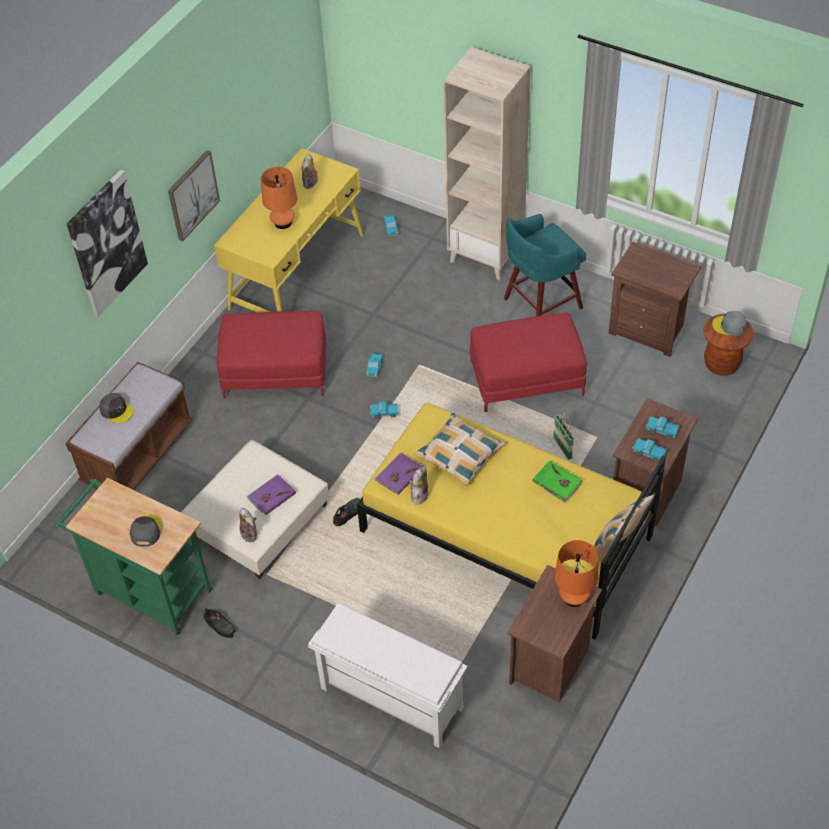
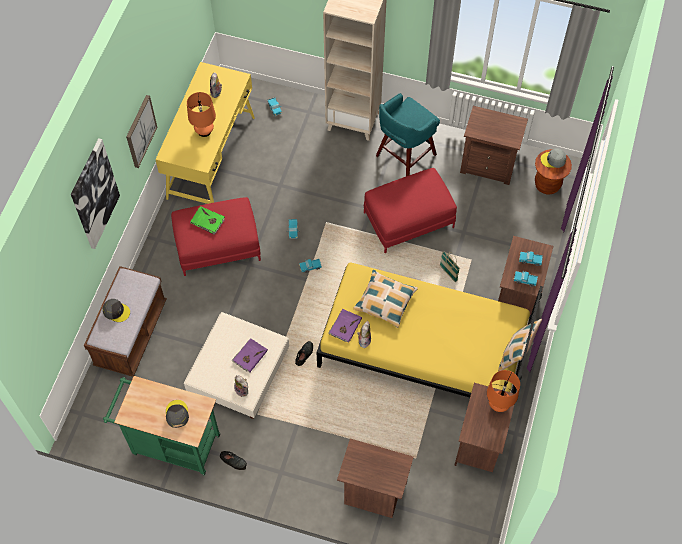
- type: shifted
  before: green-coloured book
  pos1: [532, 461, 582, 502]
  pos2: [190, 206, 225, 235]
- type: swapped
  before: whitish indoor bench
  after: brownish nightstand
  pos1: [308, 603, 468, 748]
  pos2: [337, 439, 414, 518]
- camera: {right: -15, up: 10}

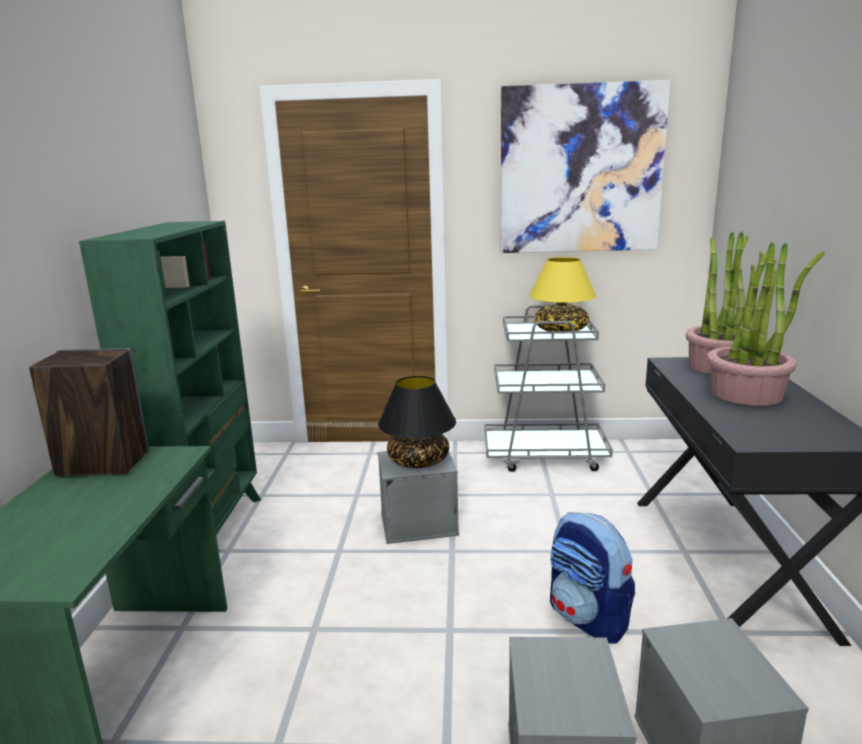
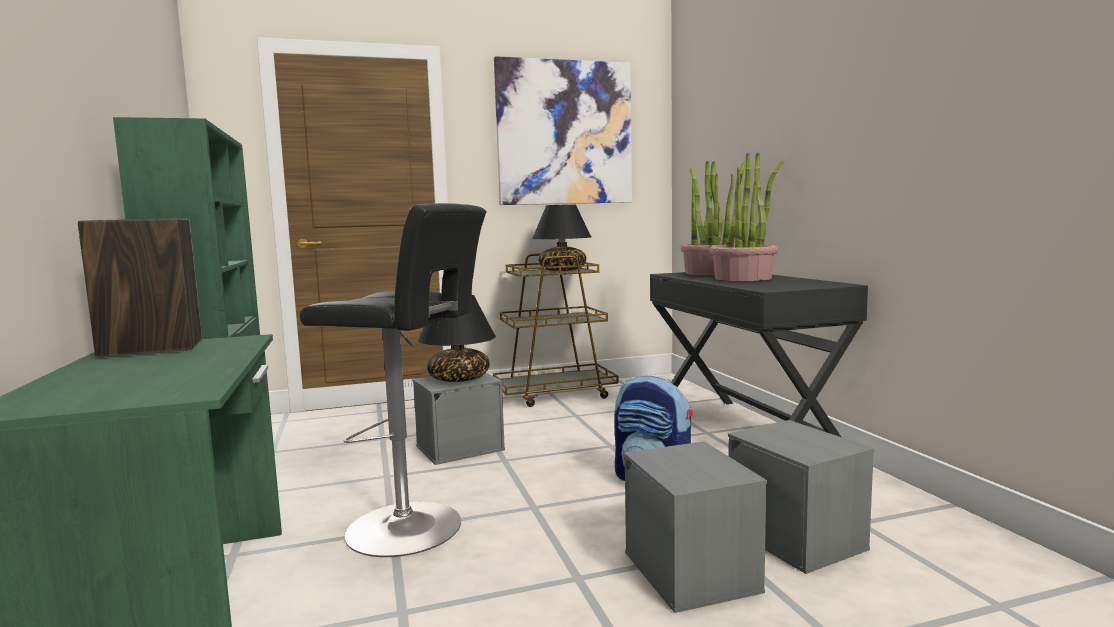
- type: new
  after: blackish stool seat
  pos2: [300, 203, 487, 557]
- type: repainted
  before: gray trolley
  after: brownish trolley
  pos1: [485, 305, 613, 472]
  pos2: [493, 253, 619, 407]
- type: repainted
  before: yellowish table lamp
  after: blackish table lamp
  pos1: [529, 257, 596, 331]
  pos2: [532, 204, 591, 271]
- camera: {right: -20, up: -10}

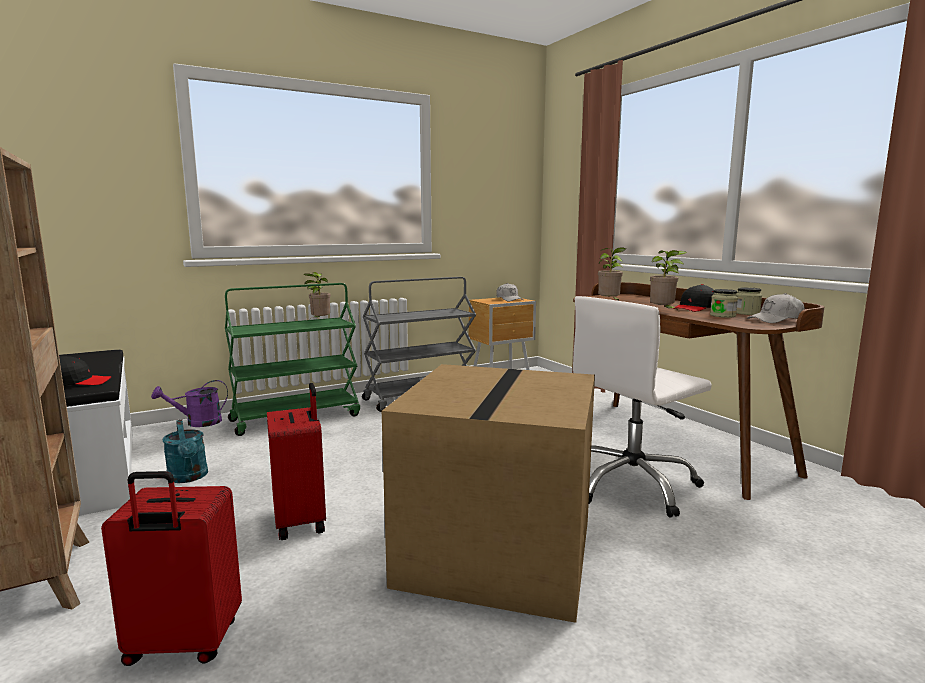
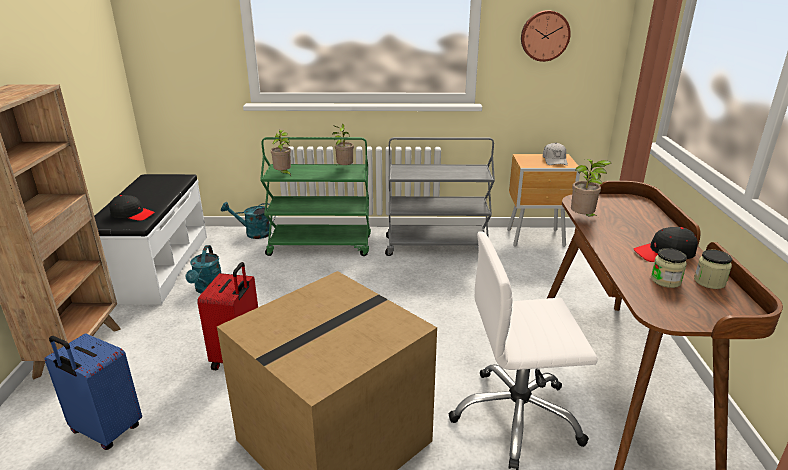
- type: gone
  before: whitish cap
  pos1: [747, 293, 805, 323]
- type: new
  after: clock on the wall
  pos2: [521, 10, 571, 62]
- type: shifted
  before: houseplant
  pos1: [650, 250, 687, 309]
  pos2: [271, 130, 291, 176]
- type: repainted
  before: red-coloured piece of luggage
  after: blue-coloured piece of luggage
  pos1: [101, 471, 242, 666]
  pos2: [44, 333, 142, 450]
- type: repainted
  before: purplish watering can
  after: turquoise watering can
  pos1: [151, 380, 228, 427]
  pos2: [221, 202, 276, 239]
- camera: {right: 30, up: 15}

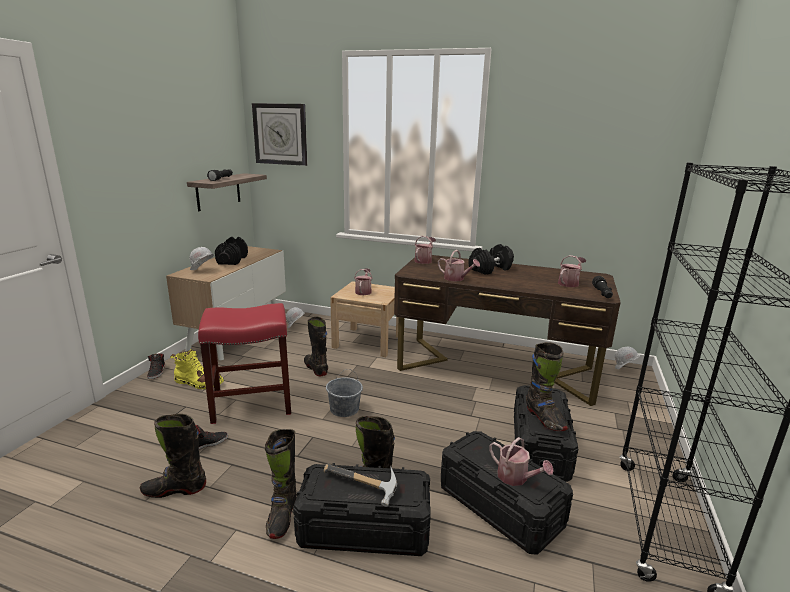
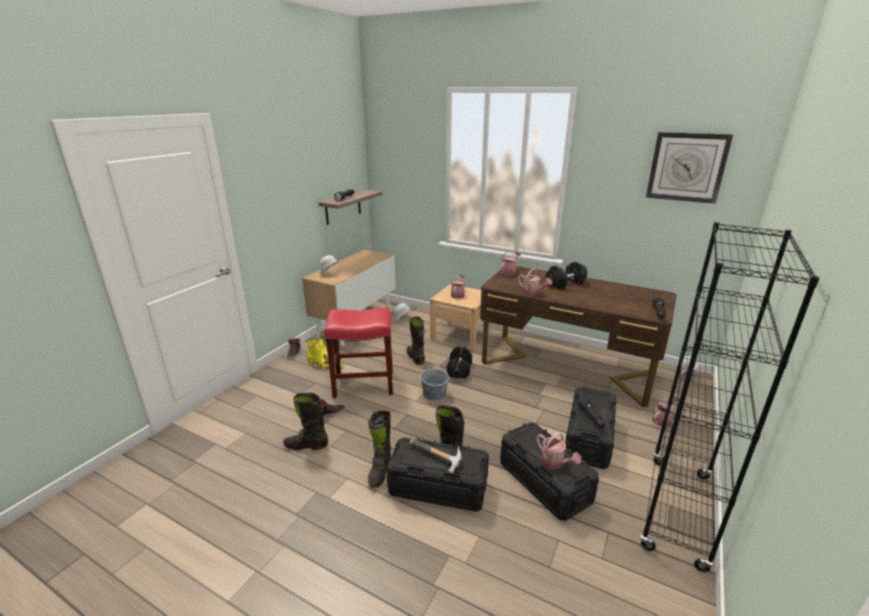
- type: shifted
  before: blackish hand weight
  pos1: [215, 237, 248, 265]
  pos2: [447, 346, 472, 379]
- type: shifted
  before: clock on the wall
  pos1: [252, 103, 307, 166]
  pos2: [646, 132, 733, 204]
- type: shifted
  before: watering can
  pos1: [558, 255, 587, 287]
  pos2: [652, 396, 680, 427]
- type: swapped
  before: blackish tall boot
  after: blackish flashlight
  pos1: [526, 342, 569, 431]
  pos2: [577, 396, 605, 428]
- camera: {right: 10, up: 5}

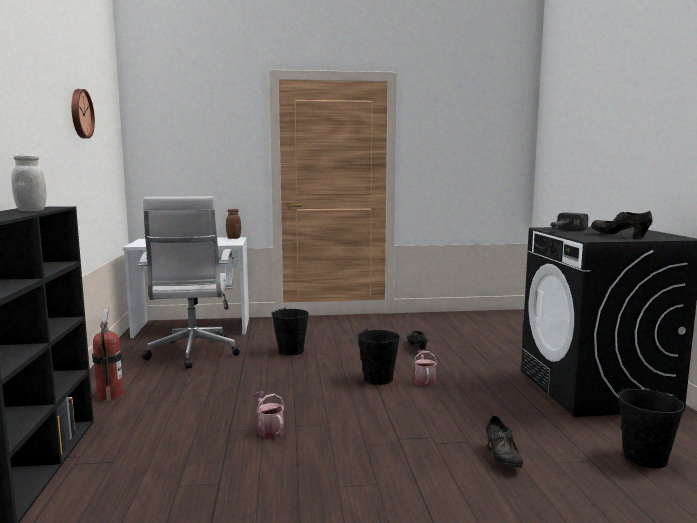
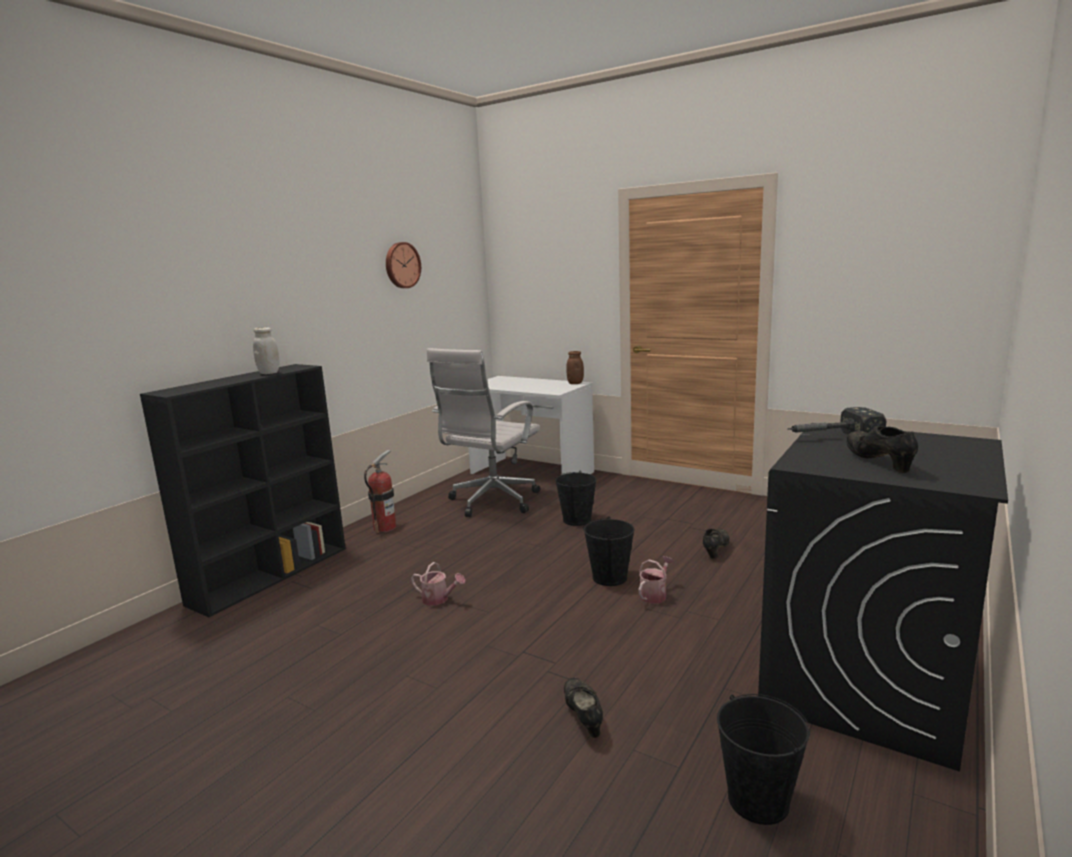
- type: rotated
  before: watering can
  pos1: [253, 392, 285, 438]
  pos2: [411, 562, 465, 606]
  turn: 105
- type: rotated
  before: blackish low shoe
  pos1: [486, 416, 523, 468]
  pos2: [564, 678, 603, 738]
  turn: 135
- camera: {right: 40, up: 5}

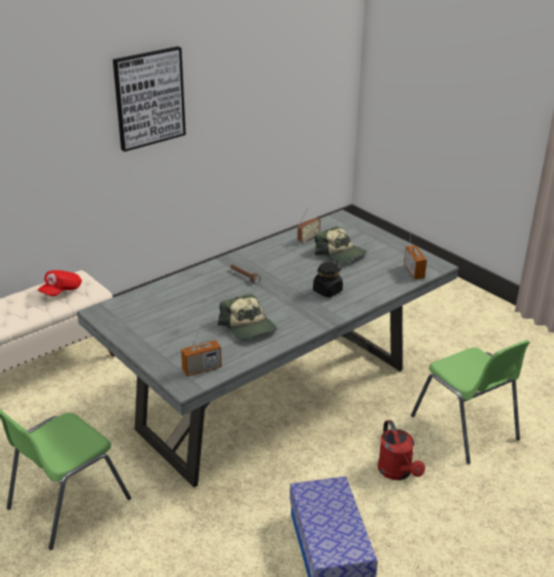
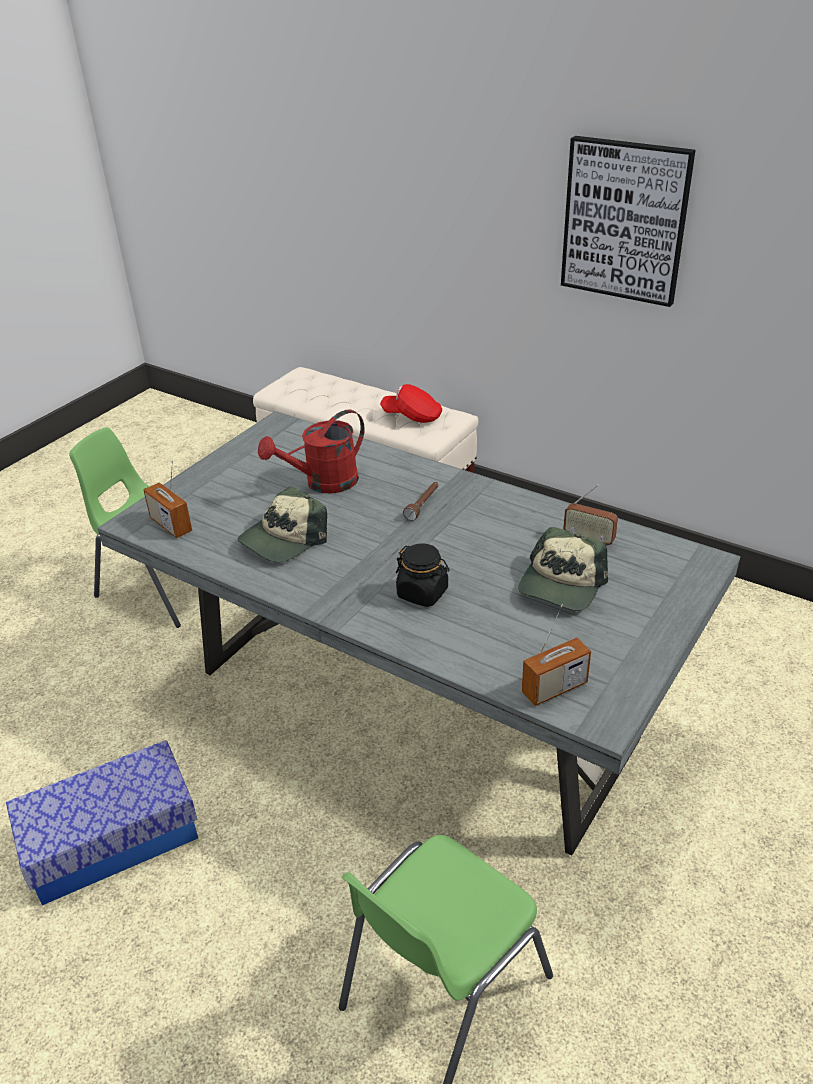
- type: shifted
  before: red-coloured watering can
  pos1: [378, 420, 425, 480]
  pos2: [258, 409, 364, 494]
- camera: {right: 75, up: 5}

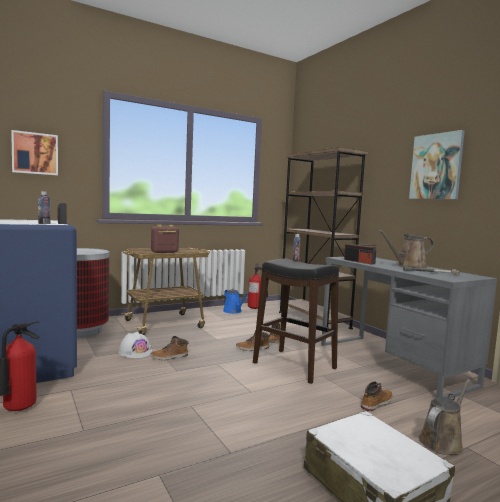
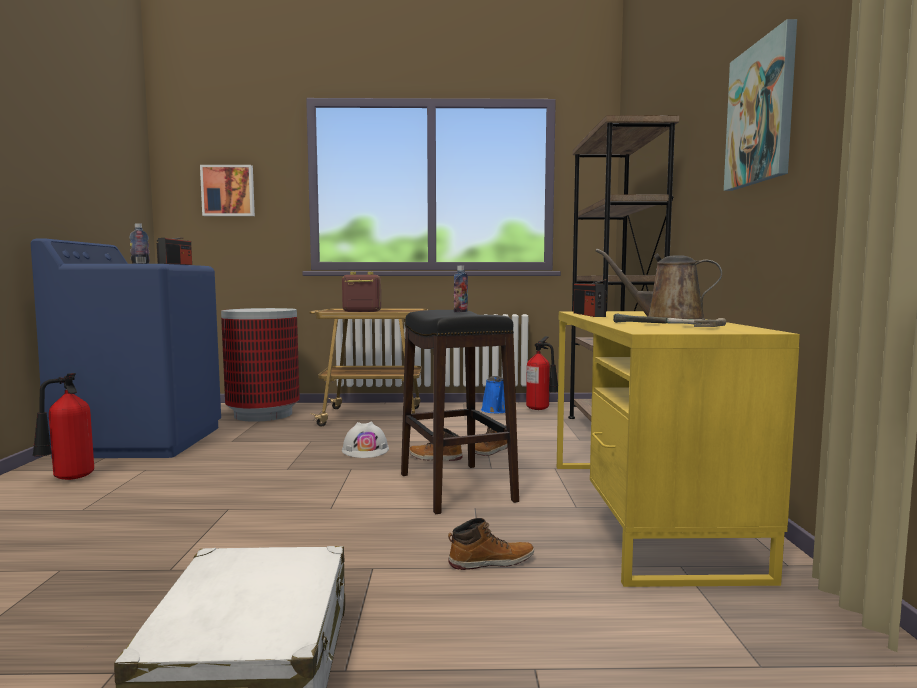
- type: gone
  before: tall boot
  pos1: [150, 336, 188, 360]
- type: gone
  before: brownish watering can
  pos1: [419, 379, 470, 455]
- type: shifted
  before: whitish work helmet
  pos1: [118, 331, 153, 358]
  pos2: [342, 421, 389, 458]
- type: repainted
  before: gray desk table
  after: yellowish desk table
  pos1: [321, 257, 497, 399]
  pos2: [557, 311, 800, 587]
- camera: {right: 30, up: 0}

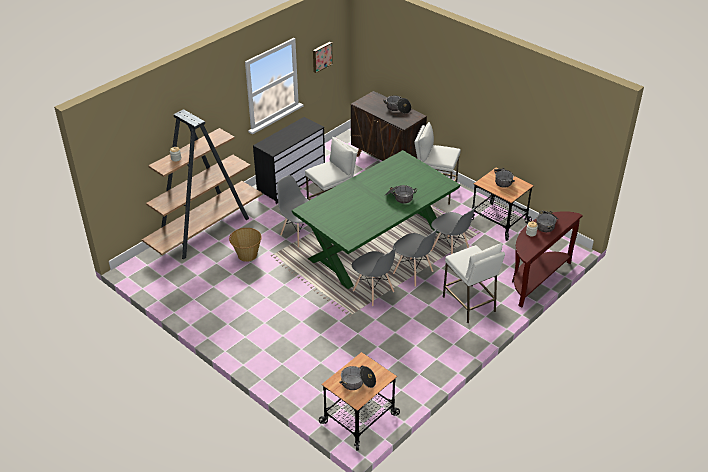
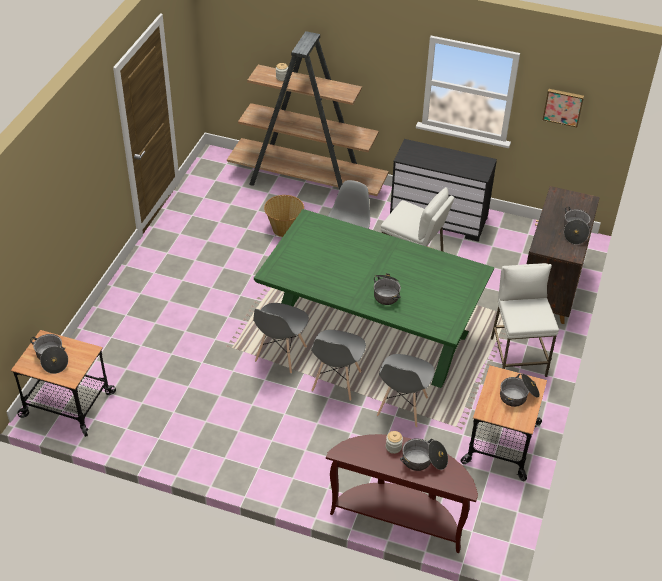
- type: gone
  before: whitish stool seat
  pos1: [443, 244, 505, 323]
- camera: {right: 65, up: 5}

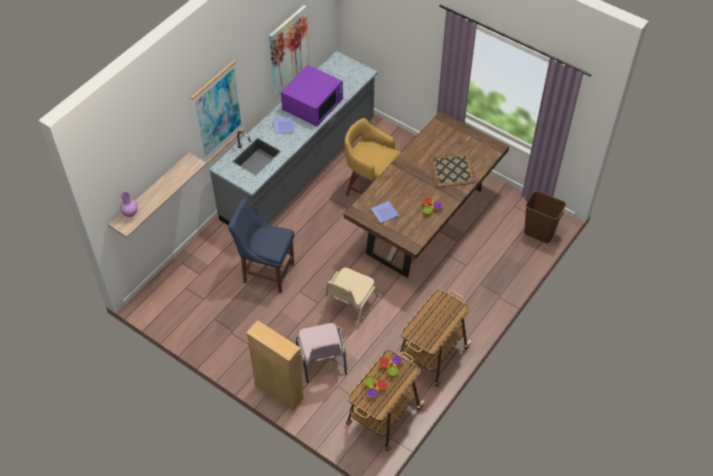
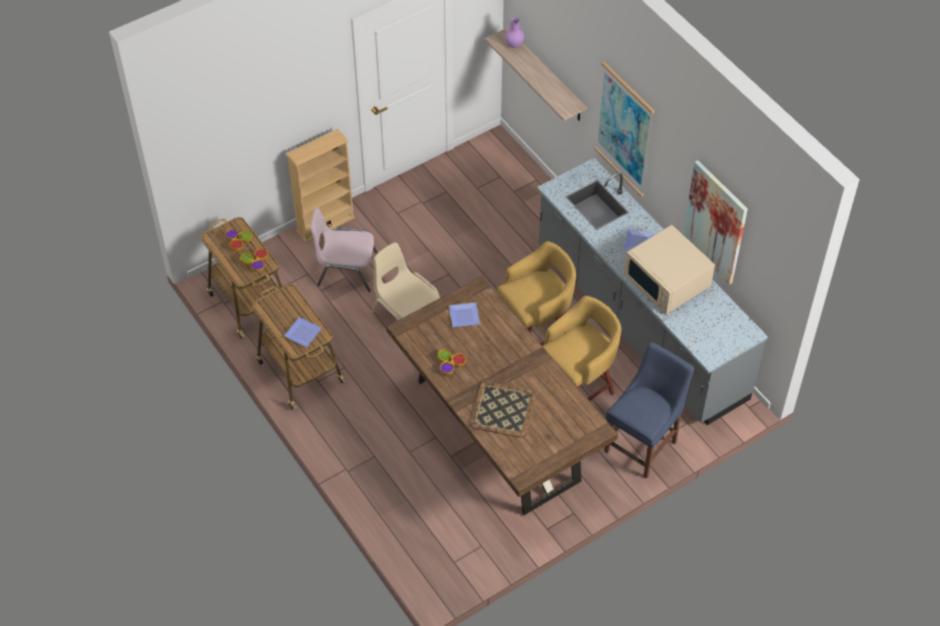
- type: gone
  before: brownish rubbish bin
  pos1: [524, 191, 566, 243]
- type: new
  after: plate
  pos2: [284, 317, 322, 347]
- type: new
  after: yellowish stool seat
  pos2: [497, 241, 576, 346]
- type: shifted
  before: blue-coloured upright chair
  pos1: [228, 198, 294, 293]
  pos2: [604, 342, 694, 479]
- type: repainted
  before: purplish kitchen microwave
  after: beige-coloured kitchen microwave
  pos1: [281, 65, 343, 126]
  pos2: [624, 225, 715, 315]
- camera: {right: 110, up: 0}

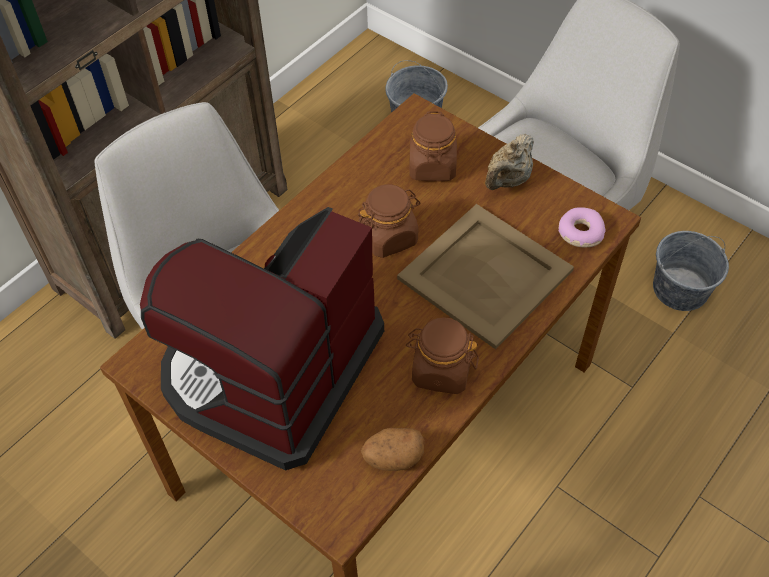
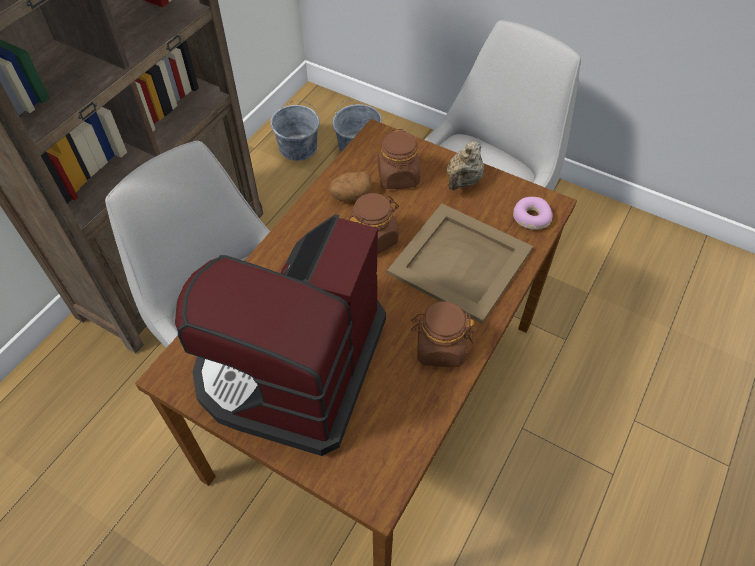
- type: shifted
  before: spud
  pos1: [361, 428, 425, 471]
  pos2: [328, 172, 372, 201]
- type: shifted
  before: gray pail
  pos1: [653, 231, 729, 311]
  pos2: [270, 100, 320, 161]
- camera: {right: -10, up: 0}

